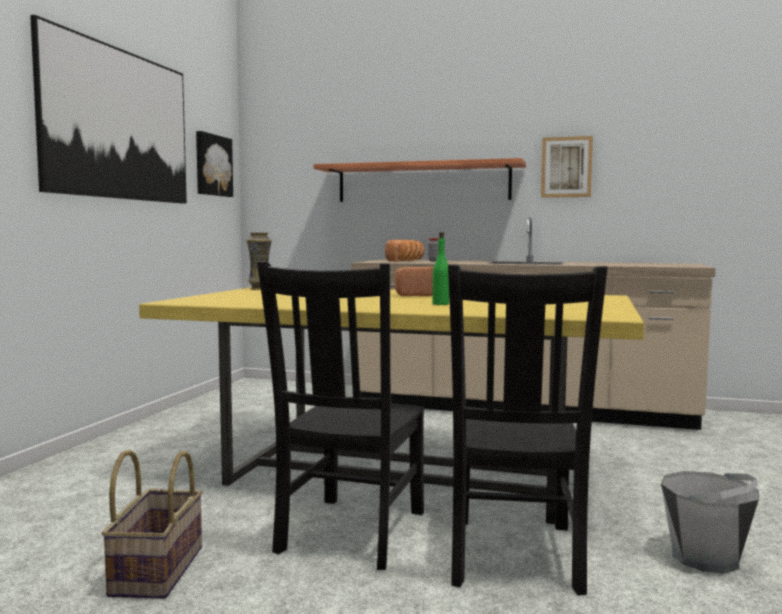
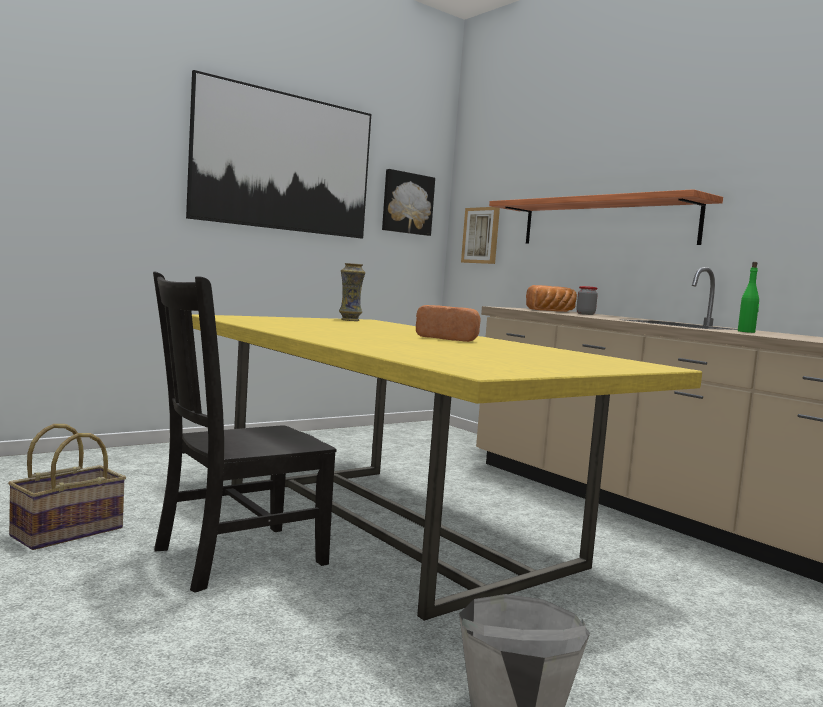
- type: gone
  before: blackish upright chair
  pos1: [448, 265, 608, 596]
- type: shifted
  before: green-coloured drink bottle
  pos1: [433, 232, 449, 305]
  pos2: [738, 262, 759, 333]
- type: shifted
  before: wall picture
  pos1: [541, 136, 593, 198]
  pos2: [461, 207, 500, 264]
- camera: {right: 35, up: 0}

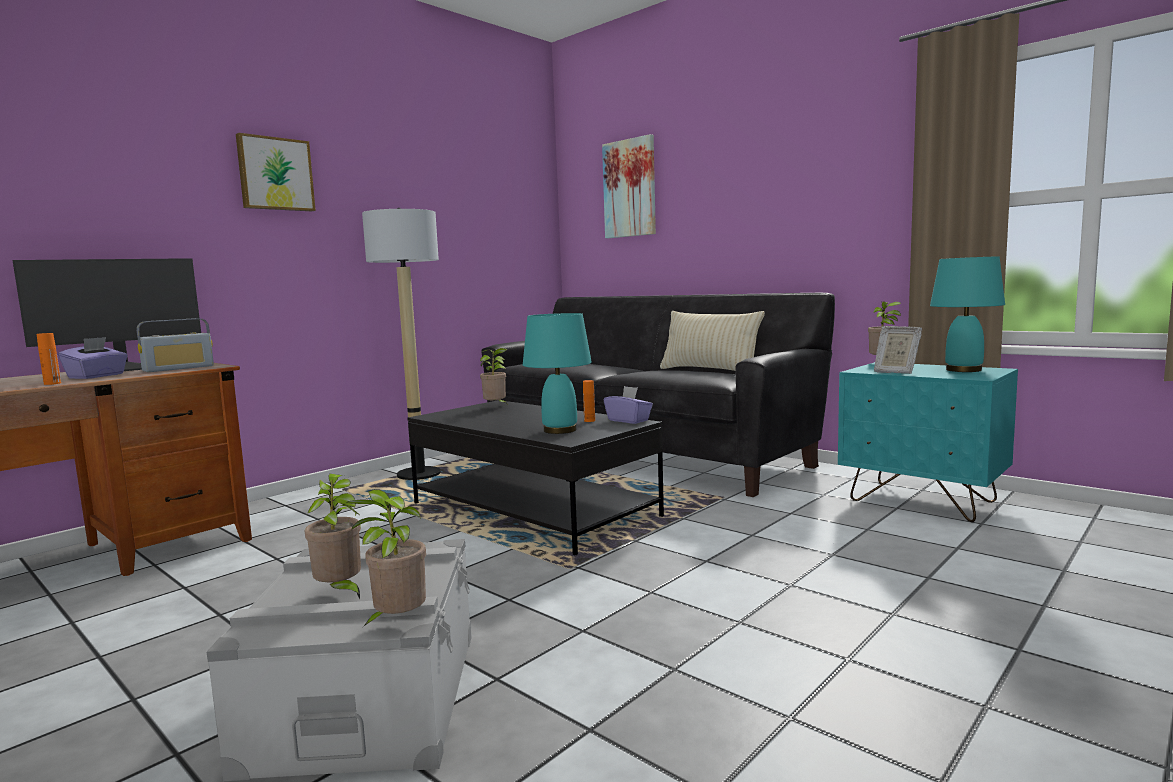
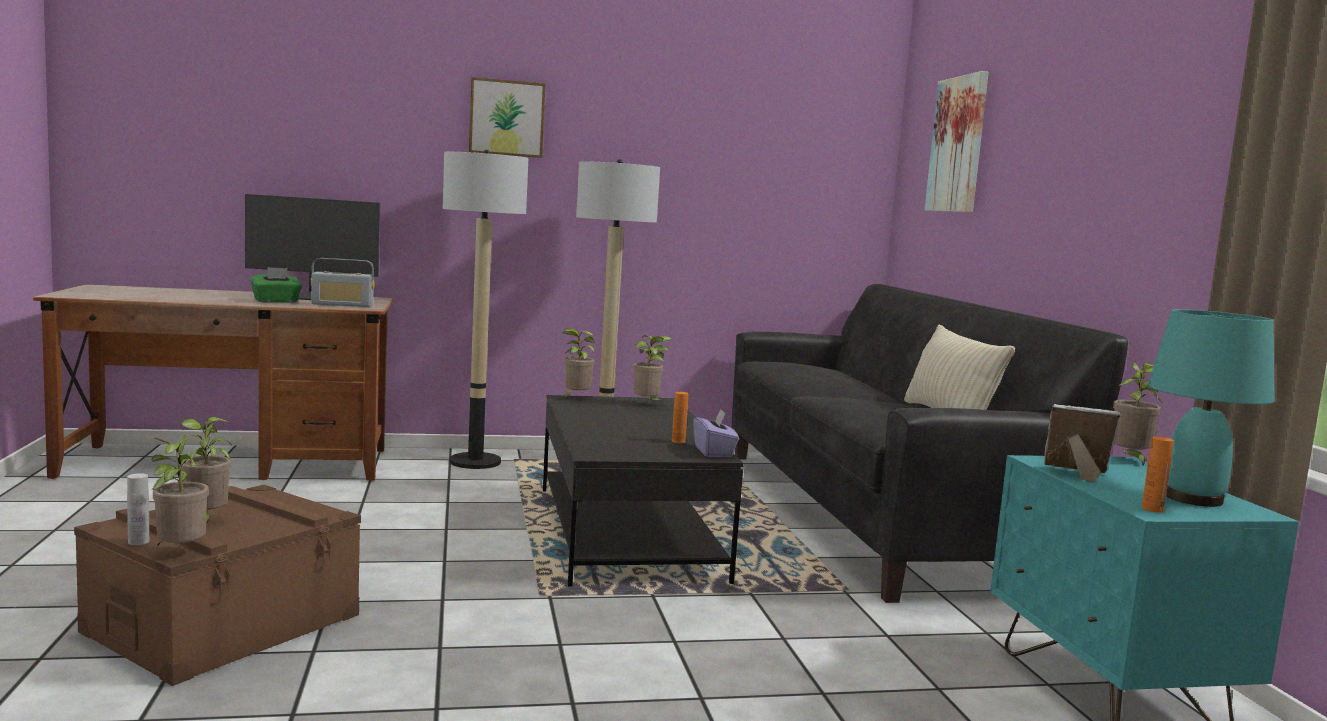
- type: gone
  before: turquoise table lamp
  pos1: [523, 313, 592, 434]
- type: new
  after: whitish drink bottle
  pos2: [127, 473, 150, 545]
- type: new
  after: floor lamp
  pos2: [443, 150, 528, 469]
- type: new
  after: houseplant
  pos2: [562, 328, 595, 399]
- type: shifted
  before: orange drink bottle
  pos1: [37, 333, 61, 385]
  pos2: [1142, 437, 1174, 513]
- type: repainted
  before: purplish tissue holder
  after: green-coloured tissue holder
  pos1: [58, 337, 128, 379]
  pos2: [250, 267, 302, 303]
- type: repainted
  before: gray storage bin
  after: brownish storage bin
  pos1: [206, 539, 472, 781]
  pos2: [74, 485, 361, 686]
- type: rotated
  before: picture frame
  pos1: [874, 326, 922, 374]
  pos2: [1044, 404, 1121, 482]
  turn: 120
- camera: {right: 35, up: 0}

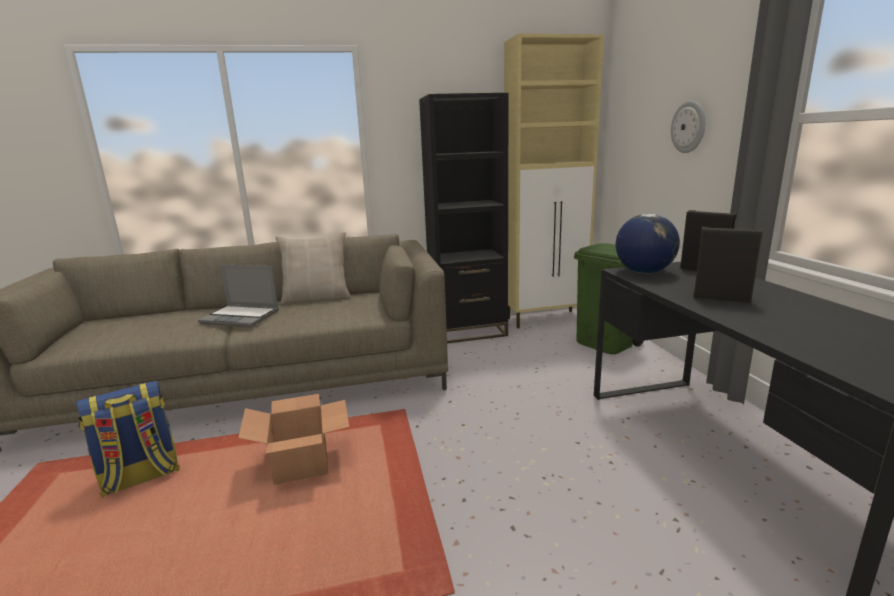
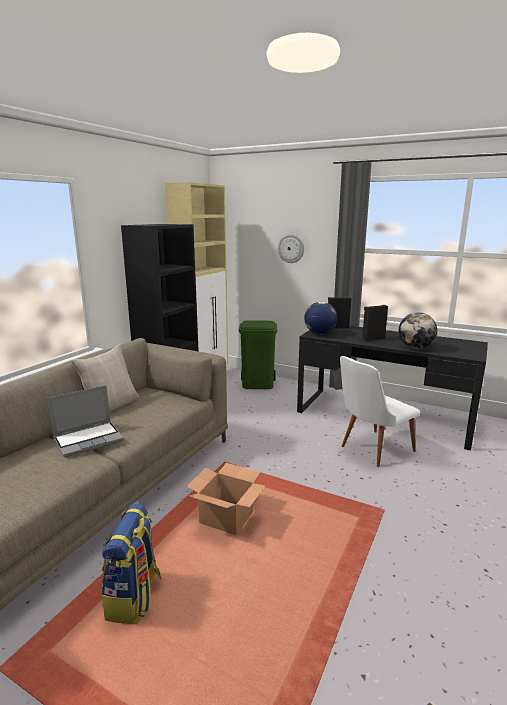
- type: new
  after: whitish upright chair
  pos2: [340, 356, 420, 467]
- type: new
  after: desk globe
  pos2: [398, 312, 437, 349]
- camera: {right: -50, up: 0}

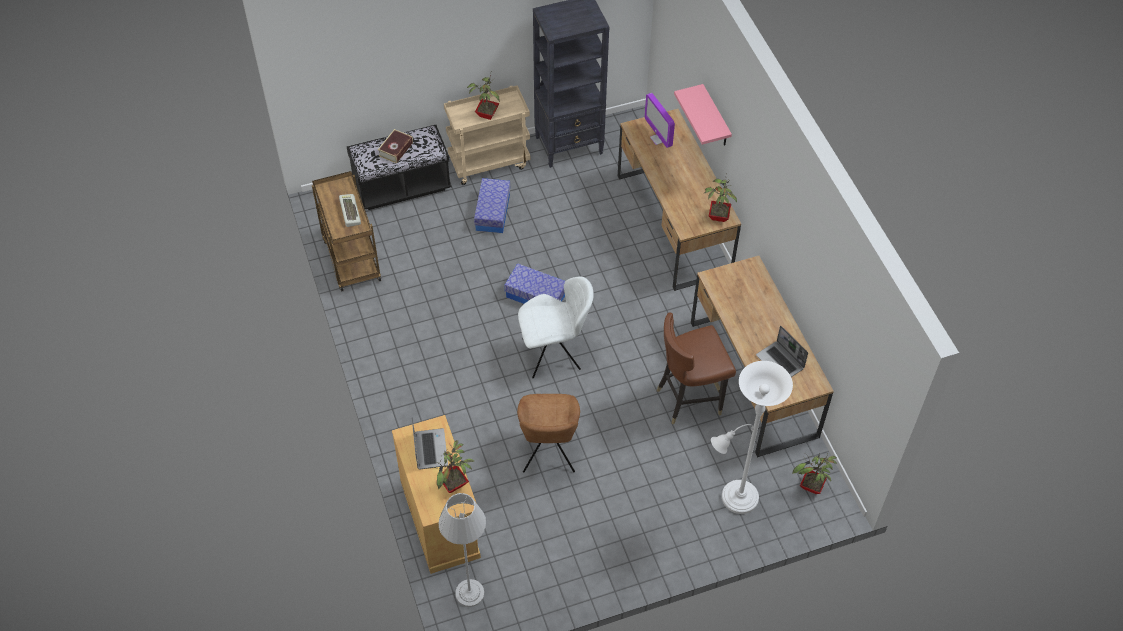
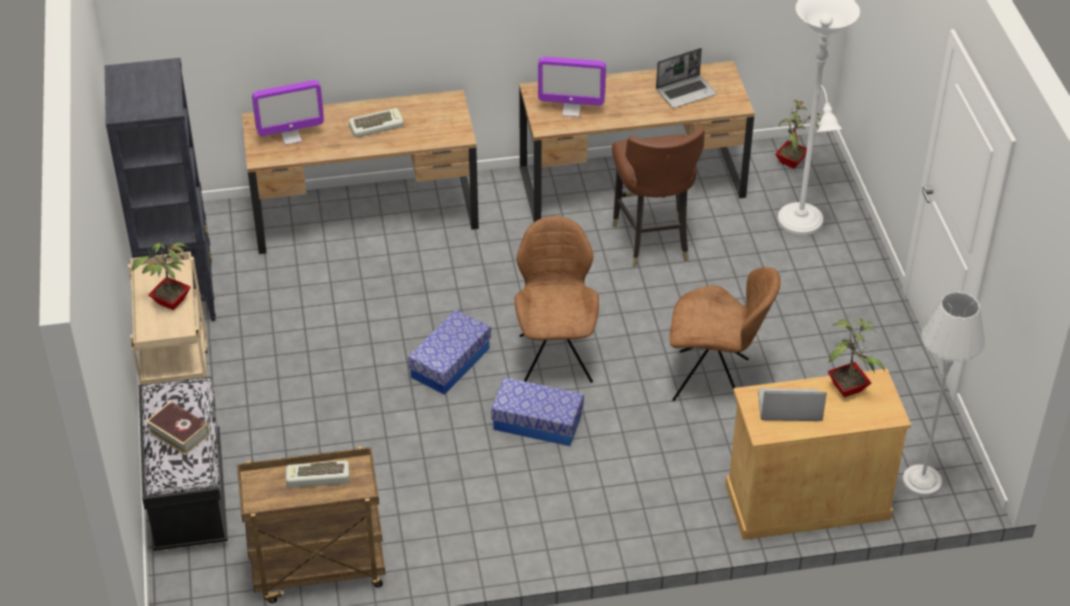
- type: gone
  before: pinkish wall shelf
  pos1: [674, 84, 732, 146]
- type: gone
  before: houseplant
  pos1: [704, 172, 737, 222]
- type: new
  after: computer keyboard
  pos2: [349, 108, 404, 137]
- type: new
  after: computer display
  pos2: [538, 57, 606, 117]
- type: shifted
  before: storage bin
  pos1: [474, 178, 510, 233]
  pos2: [491, 377, 584, 446]
- type: repainted
  before: whitish upright chair
  after: brownish upright chair
  pos1: [518, 276, 594, 378]
  pos2: [515, 216, 599, 383]
- camera: {right: -80, up: -10}

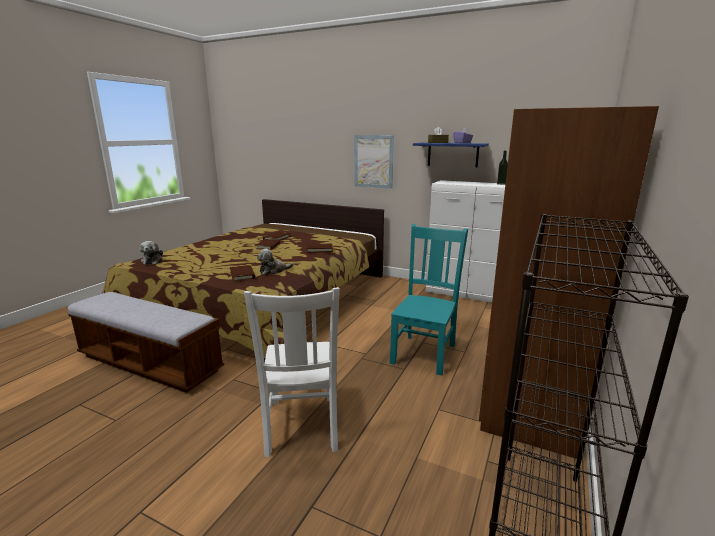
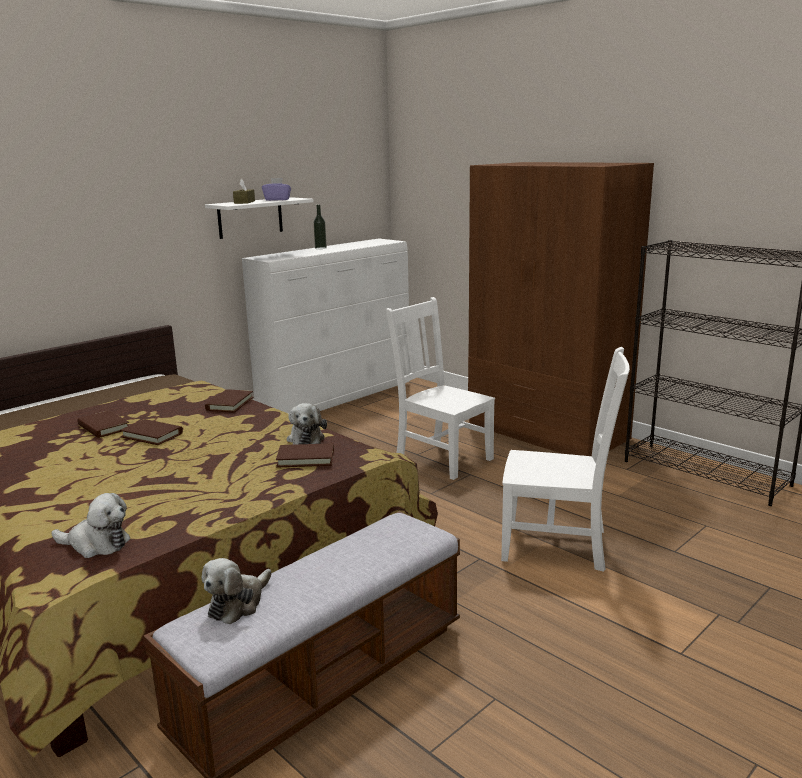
- type: gone
  before: wall picture
  pos1: [354, 135, 394, 189]
- type: new
  after: soft toy
  pos2: [201, 558, 272, 624]
- type: repainted
  before: turquoise upright chair
  after: whitish upright chair
  pos1: [390, 224, 468, 375]
  pos2: [386, 297, 495, 480]
- type: repainted
  before: blue-coloured wall shelf
  after: whitish wall shelf
  pos1: [413, 143, 489, 167]
  pos2: [205, 197, 313, 239]
- camera: {right: -70, up: 0}

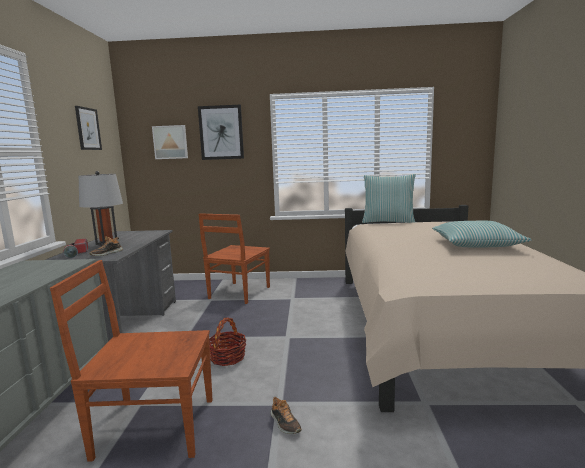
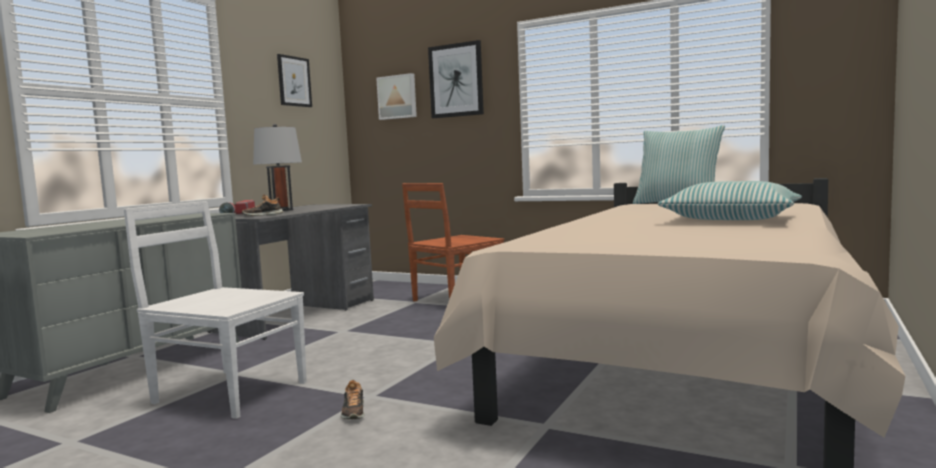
- type: gone
  before: household basket
  pos1: [209, 318, 246, 366]
- type: repainted
  before: brownish upright chair
  after: whitish upright chair
  pos1: [50, 260, 212, 462]
  pos2: [124, 201, 307, 419]
- camera: {right: 25, up: -5}

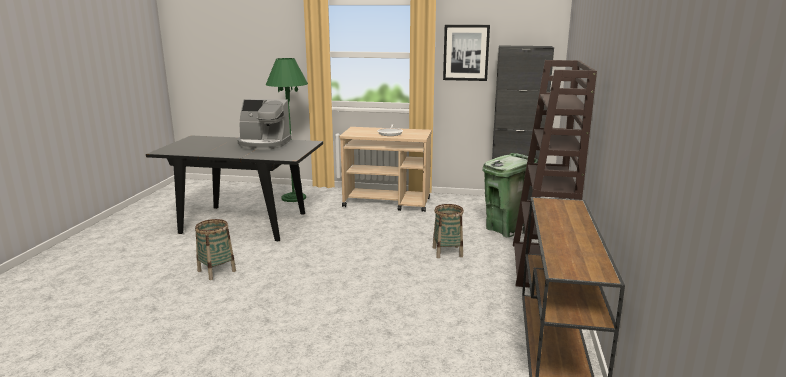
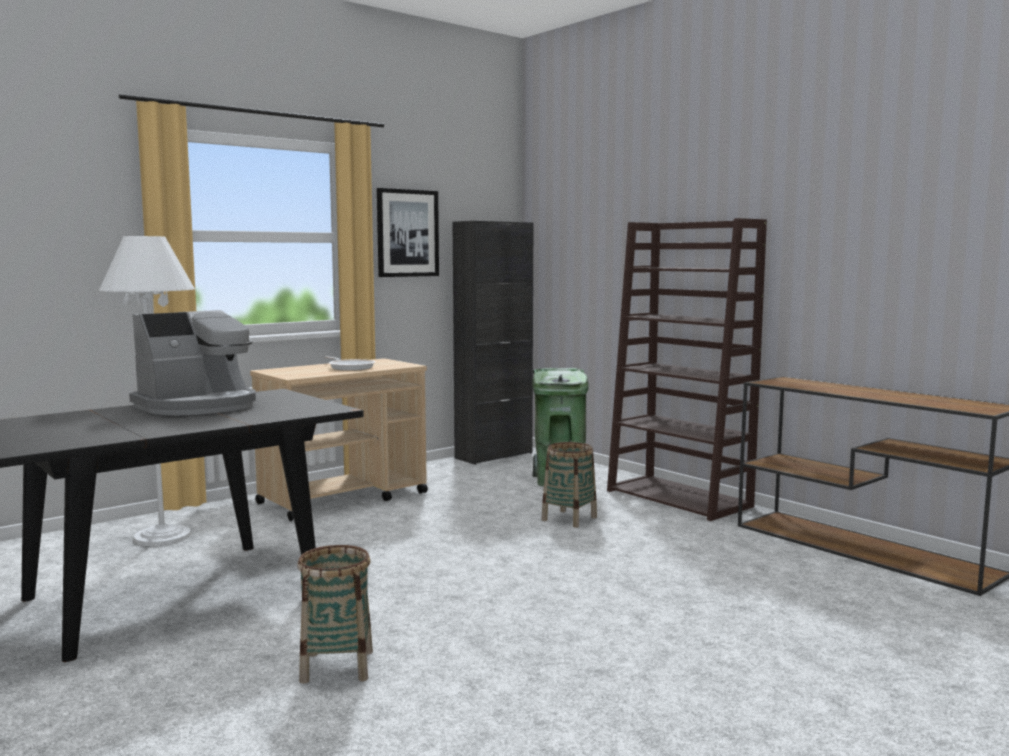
- type: repainted
  before: green-coloured floor lamp
  after: whitish floor lamp
  pos1: [266, 58, 308, 202]
  pos2: [99, 236, 195, 546]
- camera: {right: -50, up: -10}

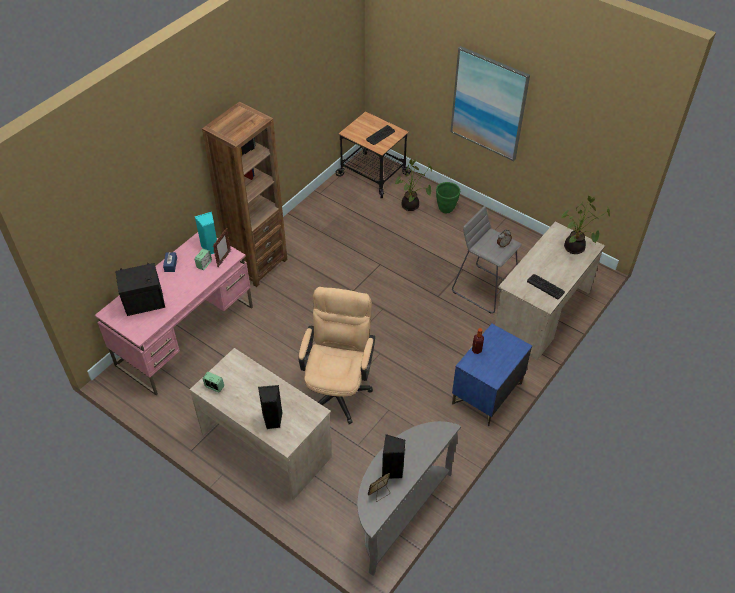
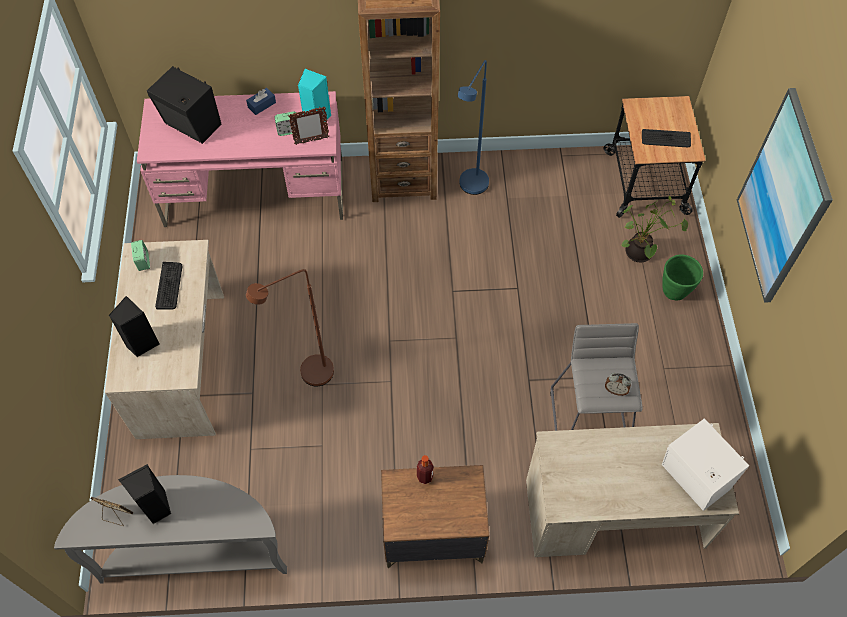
- type: new
  after: blue-coloured floor lamp
  pos2: [458, 60, 489, 195]
- type: shifted
  before: computer keyboard
  pos1: [527, 274, 565, 300]
  pos2: [155, 262, 182, 309]
- type: swapped
  before: beige-coloured desk chair
  after: brownish floor lamp
  pos1: [298, 287, 375, 424]
  pos2: [246, 269, 334, 386]
- type: swapped
  before: houseplant
  after: whitish loudspeaker
  pos1: [561, 196, 610, 254]
  pos2: [662, 418, 749, 511]
- type: repainted
  before: blue-coloured nightstand
  after: brownish nightstand
  pos1: [452, 324, 532, 426]
  pos2: [381, 465, 489, 568]
- camera: {right: 50, up: 10}

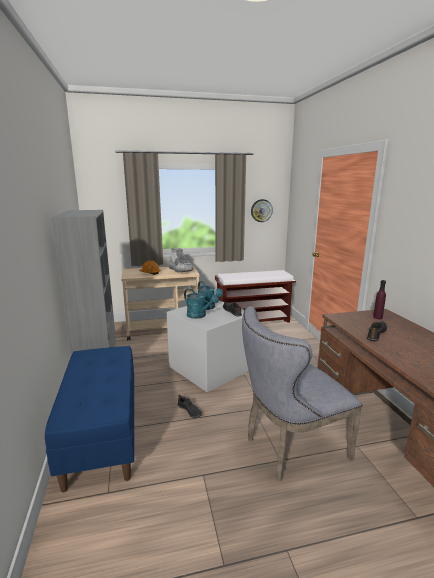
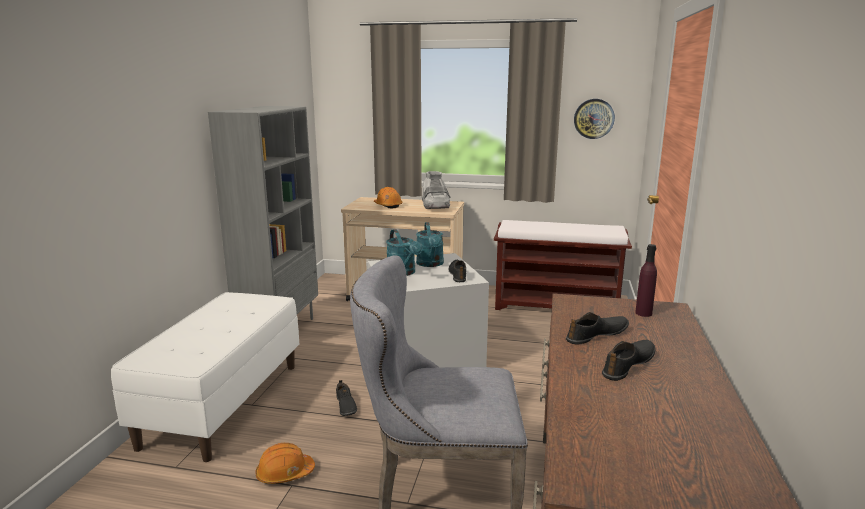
- type: new
  after: orange work helmet
  pos2: [255, 443, 315, 484]
- type: new
  after: blackish low shoe
  pos2: [602, 340, 656, 381]
- type: repainted
  before: blue-coloured indoor bench
  after: whitish indoor bench
  pos1: [45, 346, 134, 492]
  pos2: [111, 292, 299, 462]
- camera: {right: 25, up: 0}

